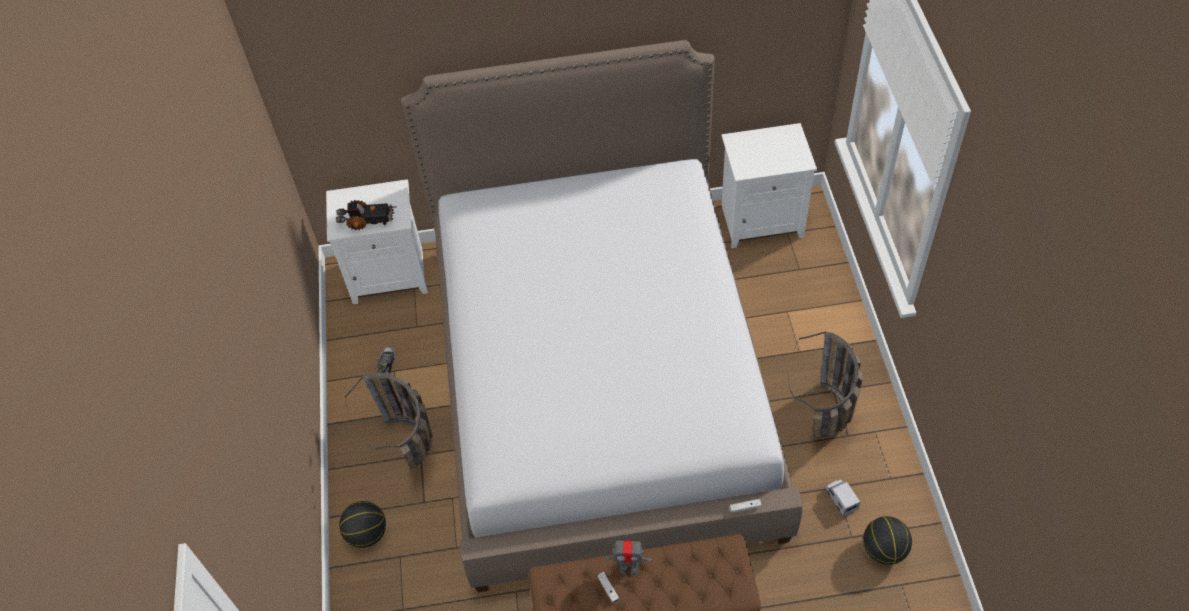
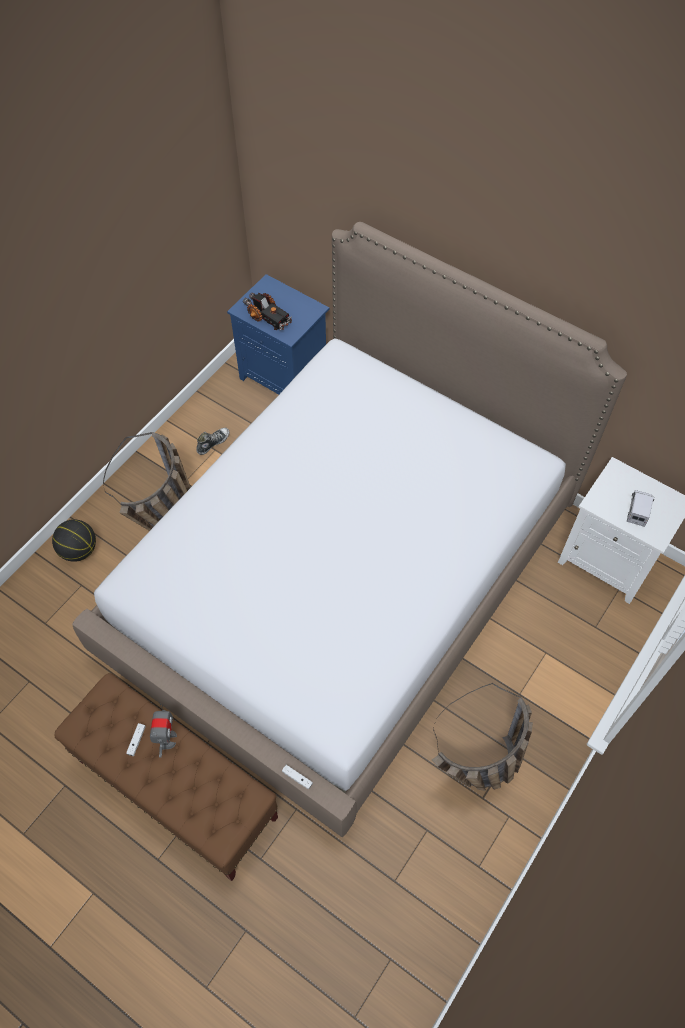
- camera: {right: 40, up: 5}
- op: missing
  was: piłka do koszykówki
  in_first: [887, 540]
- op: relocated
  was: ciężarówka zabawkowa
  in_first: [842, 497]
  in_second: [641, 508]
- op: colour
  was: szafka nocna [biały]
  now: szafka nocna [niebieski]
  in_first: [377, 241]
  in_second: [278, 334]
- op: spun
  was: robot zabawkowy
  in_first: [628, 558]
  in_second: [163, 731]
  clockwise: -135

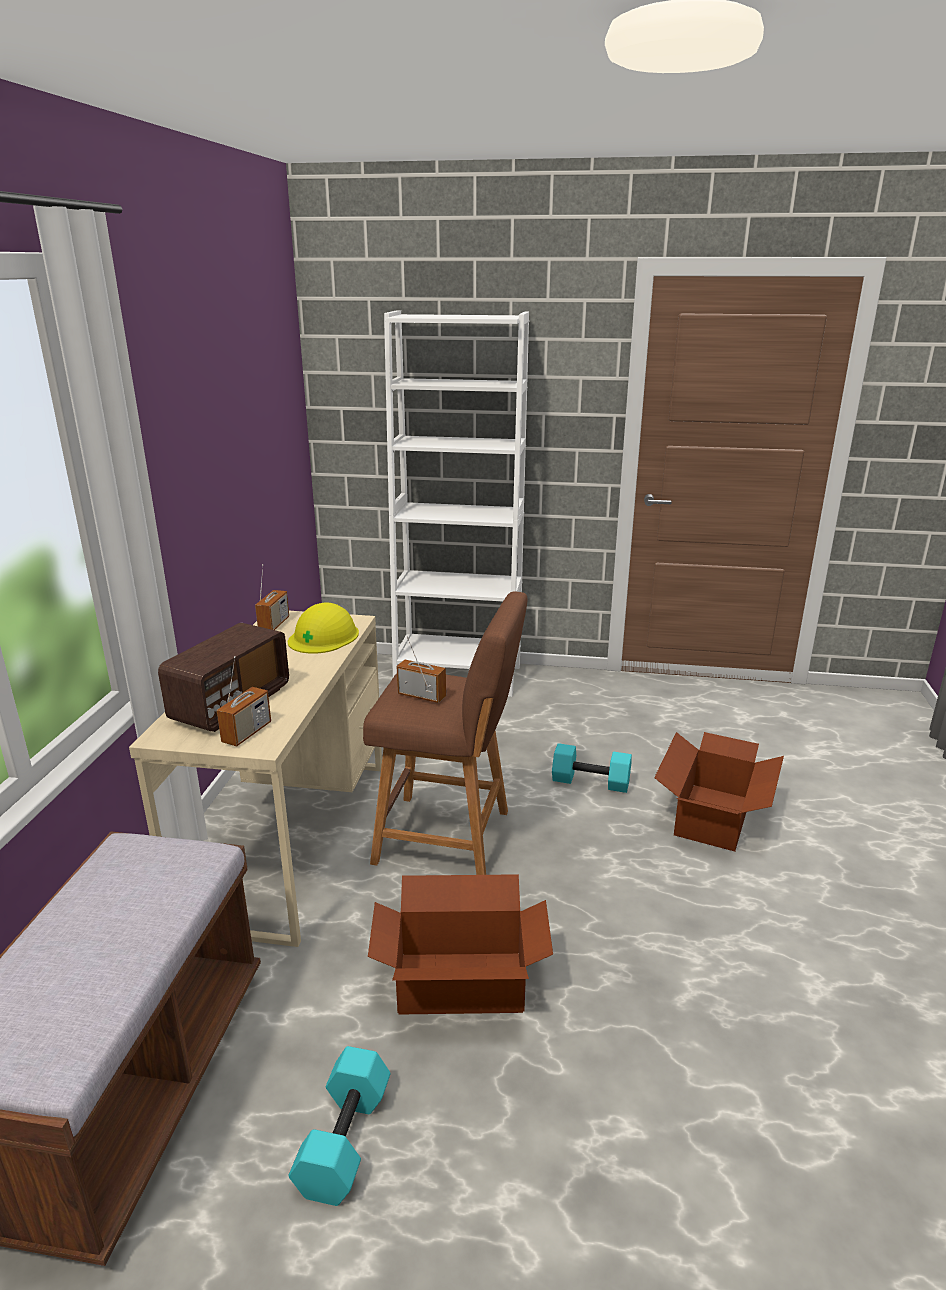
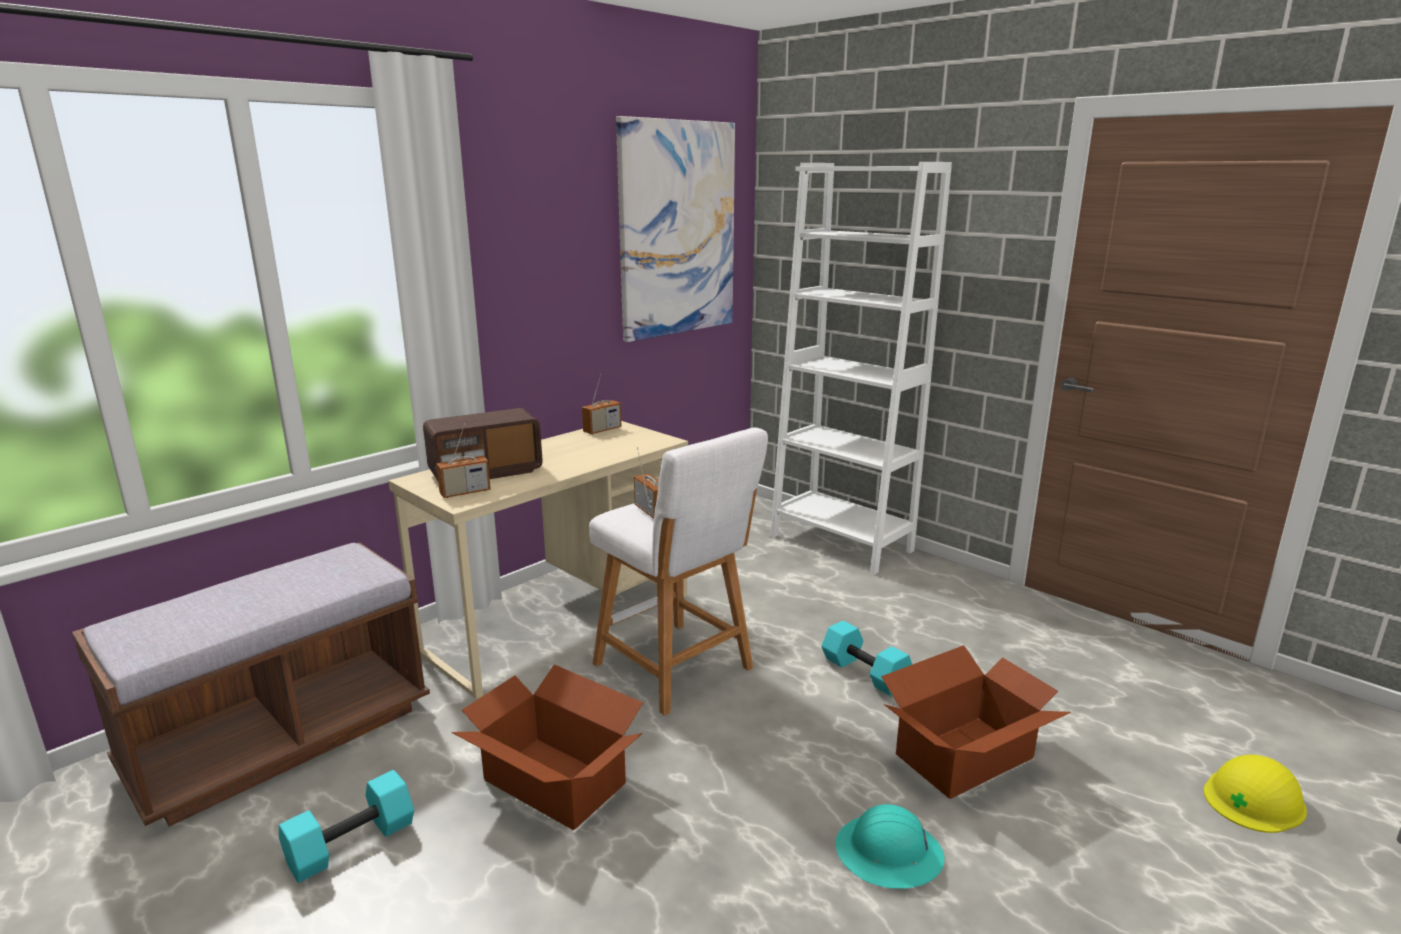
- camera: {right: 35, up: -5}
- op: appeared
  now: obraz
  in_second: [675, 229]
- op: appeared
  now: kask [turkusowy]
  in_second: [889, 846]
- op: relocated
  was: kask [żółty]
  in_first: [323, 628]
  in_second: [1255, 793]
- op: colour
  was: stołek [brązowy]
  now: stołek [biały]
  in_first: [445, 733]
  in_second: [678, 571]

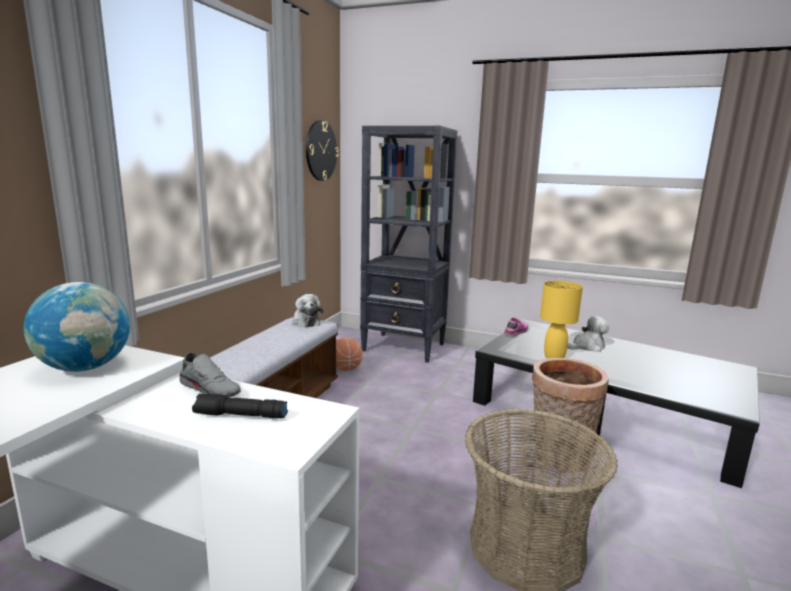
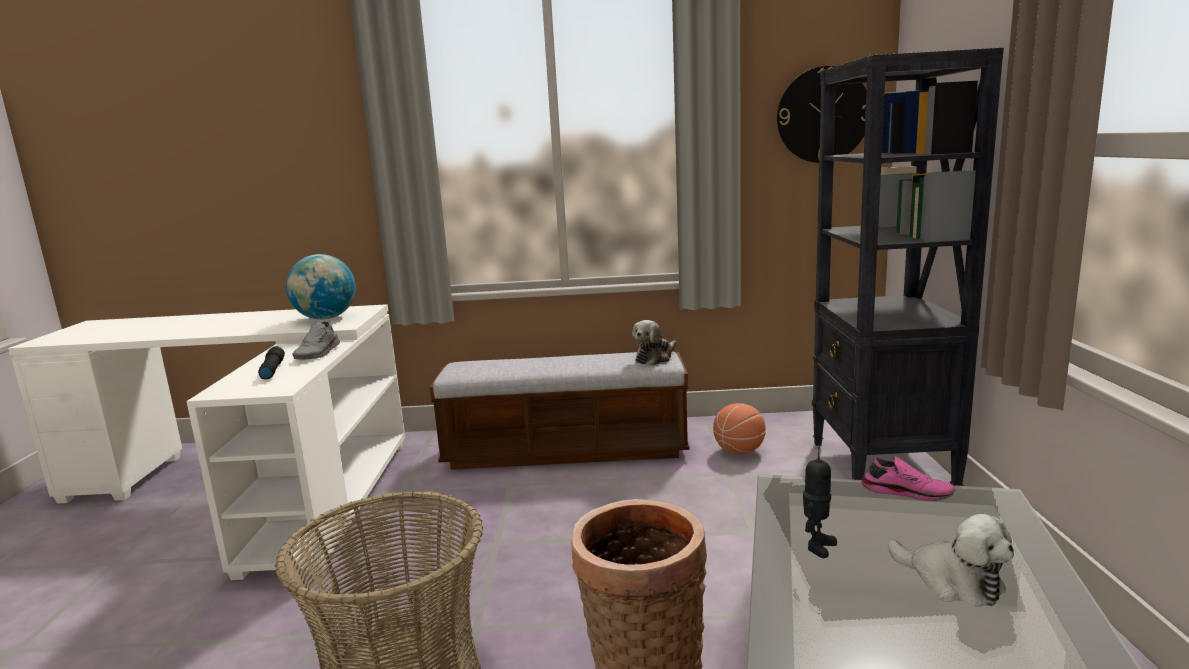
- camera: {right: 70, up: 0}
- op: exchanged
  was: lampa stołowa [żółty]
  now: robot zabawkowy
  in_first: [561, 319]
  in_second: [820, 502]

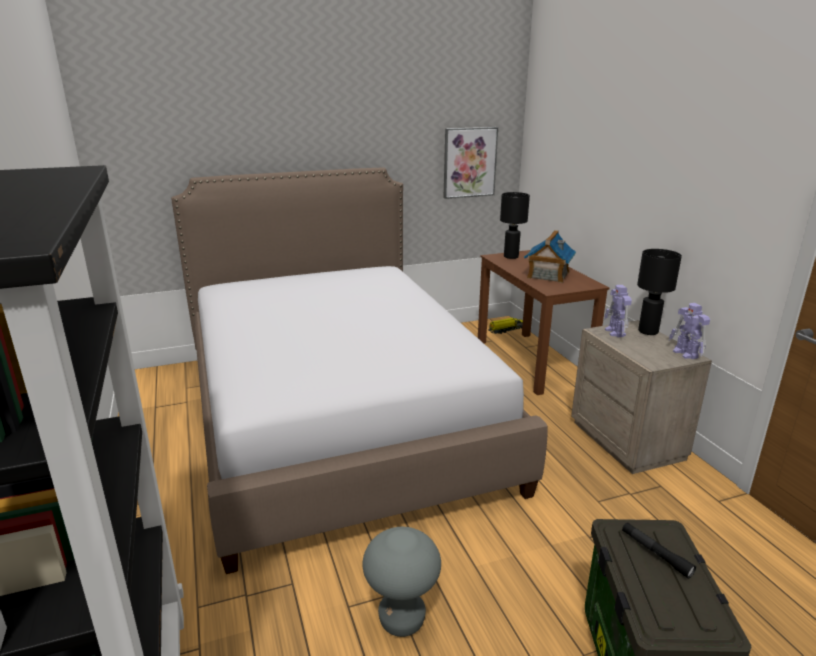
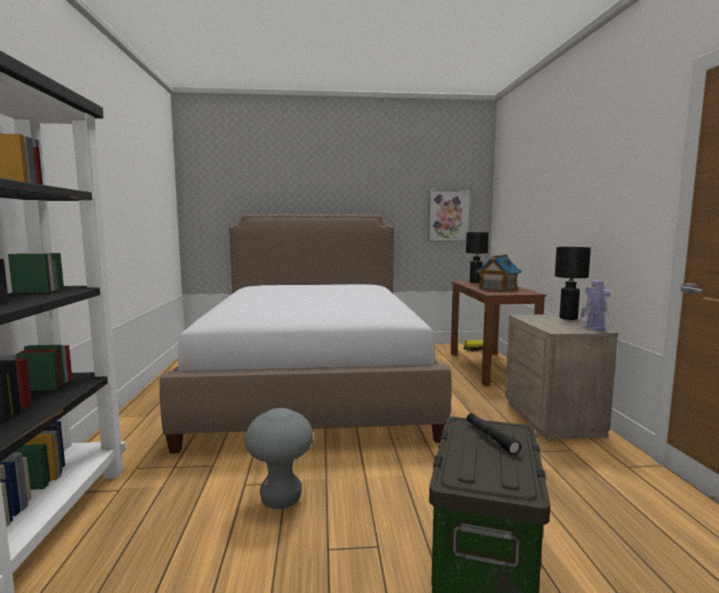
- camera: {right: 15, up: -15}
- op: missing
  was: robot zabawkowy
  in_first: [618, 311]

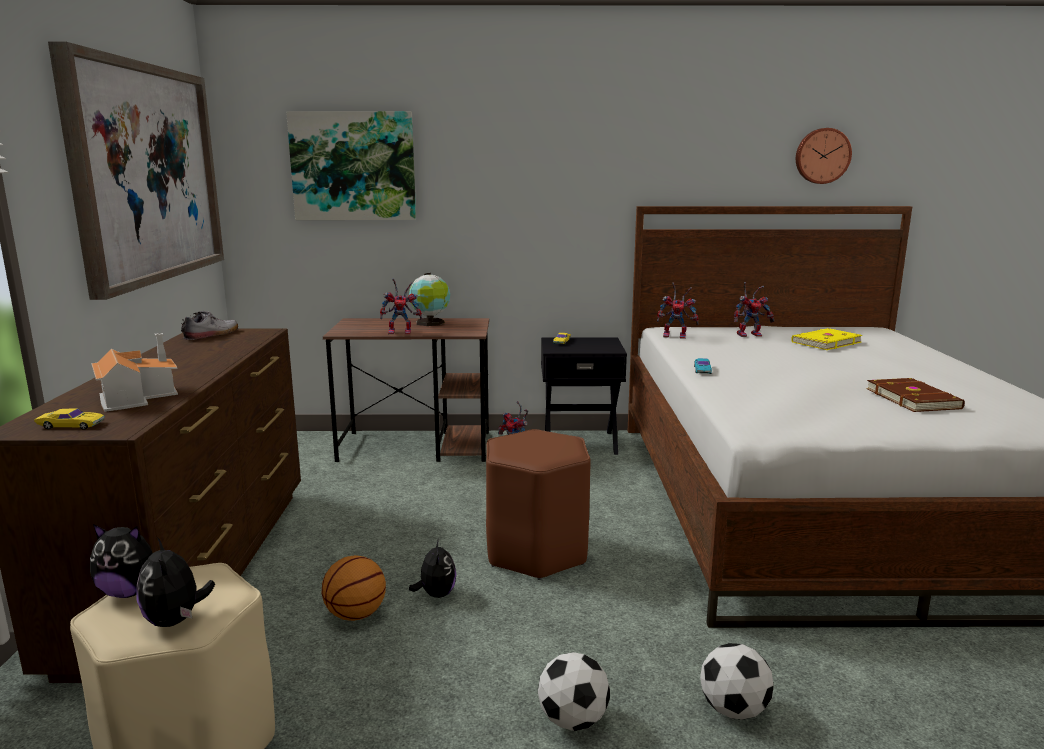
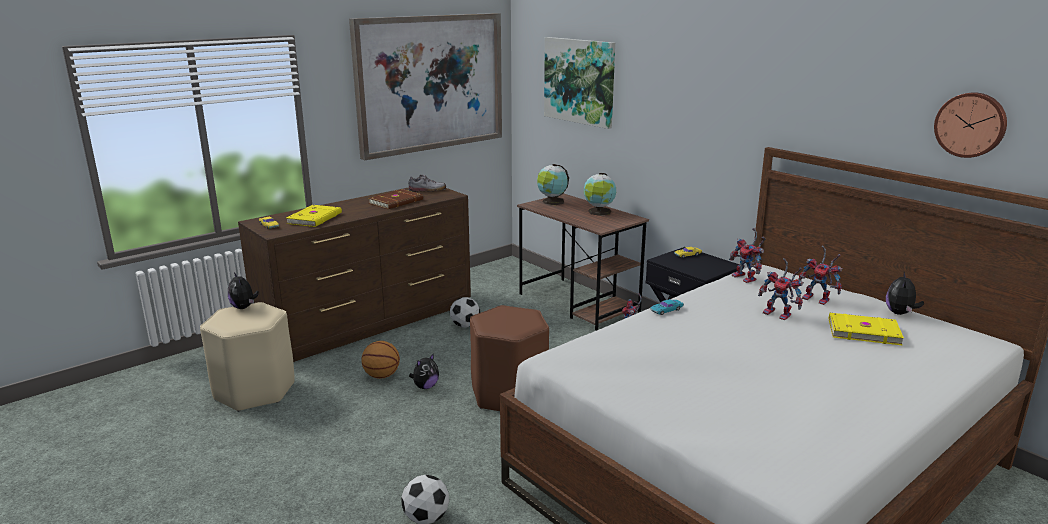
- camera: {right: 50, up: 5}
- op: appeared
  now: globus
  in_second: [553, 184]
- op: relocated
  was: pluszak
  in_first: [176, 582]
  in_second: [905, 293]
- op: relocated
  was: robot zabawkowy
  in_first: [401, 306]
  in_second: [781, 289]
- op: relocated
  was: piłka futbolowa
  in_first: [574, 691]
  in_second: [465, 312]
- op: relocated
  was: książka [brązowy]
  in_first: [915, 395]
  in_second: [395, 199]
- op: exchanged
  was: domek
  now: książka [żółty]
  in_first: [134, 372]
  in_second: [314, 216]

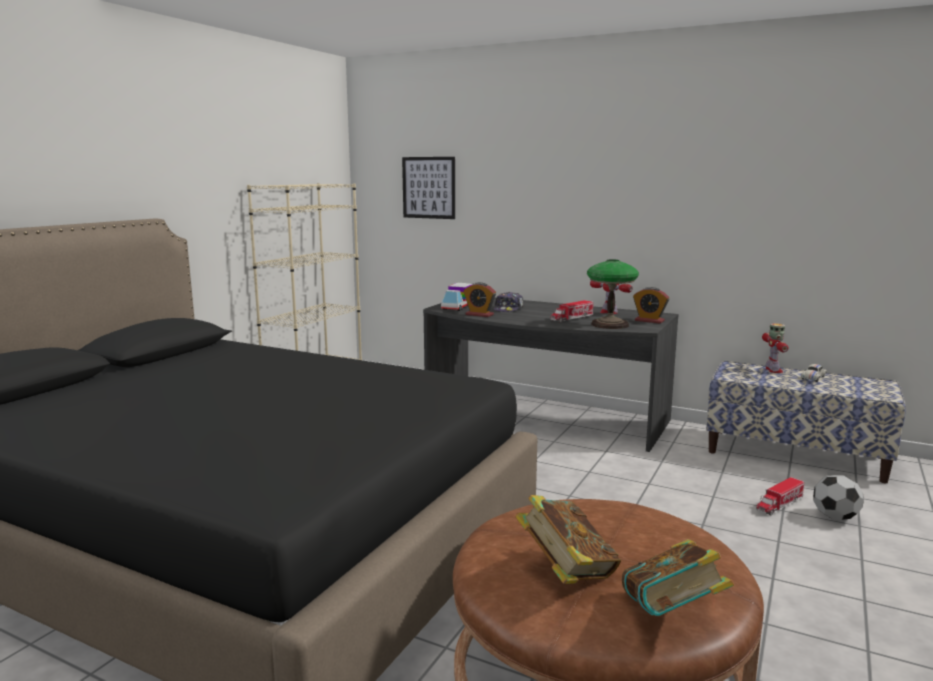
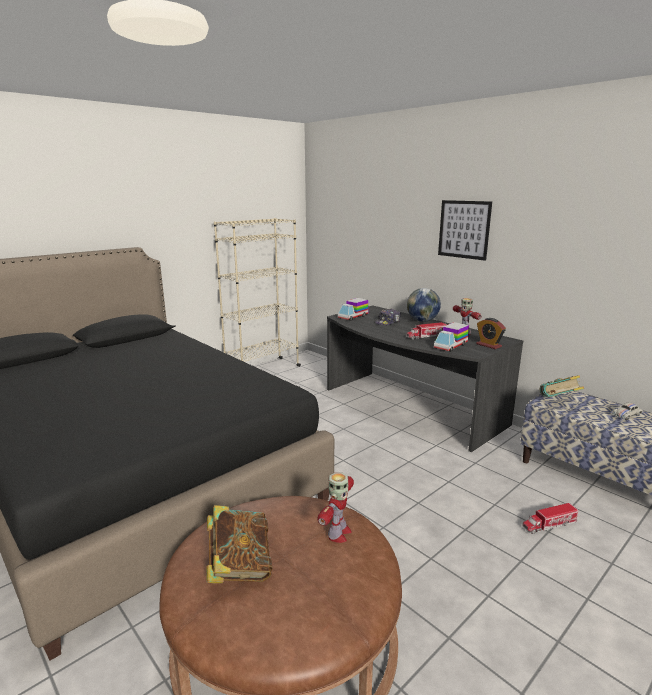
- camera: {right: 20, up: 5}
- op: missing
  was: budzik
  in_first: [480, 299]
- op: missing
  was: piłka futbolowa
  in_first: [838, 497]
- op: appeared
  now: globus
  in_second: [424, 305]
- op: relocated
  was: obraz
  in_first: [428, 188]
  in_second: [465, 230]
- op: relocated
  was: książka
  in_first: [678, 577]
  in_second: [562, 386]
- op: relocated
  was: robot zabawkowy
  in_first: [775, 348]
  in_second: [335, 508]
- op: exchanged
  was: lampa stołowa
  now: ciężarówka zabawkowa
  in_first: [613, 294]
  in_second: [451, 337]

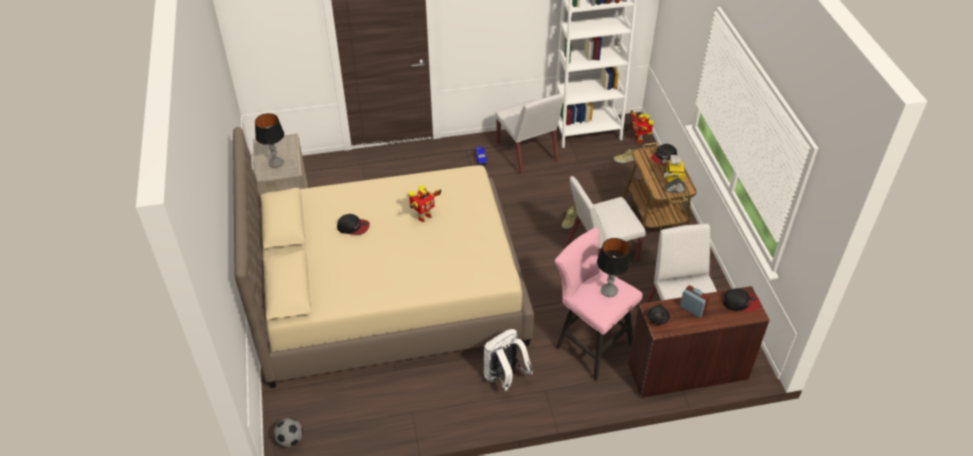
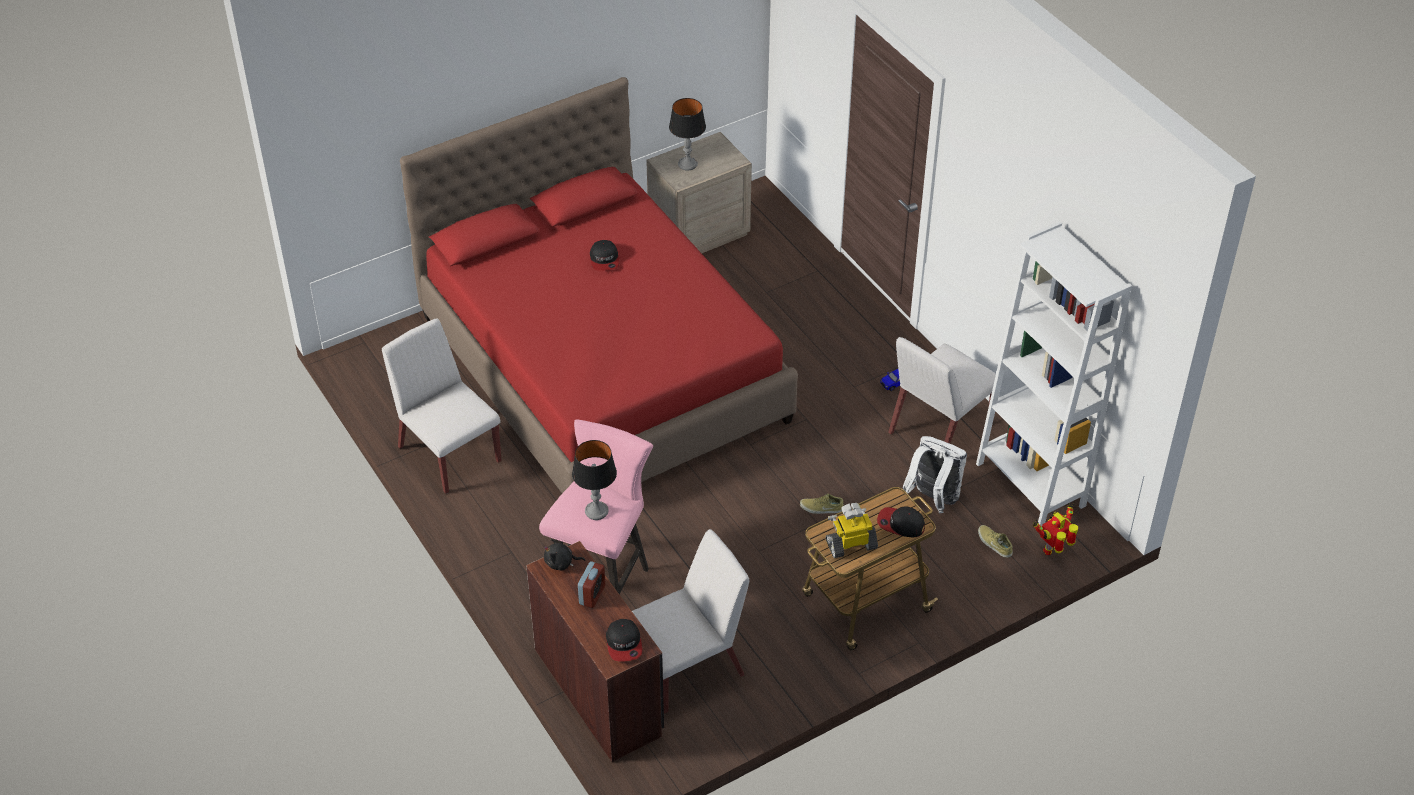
- camera: {right: 70, up: 0}
- op: missing
  was: piłka futbolowa
  in_first: [288, 432]
- op: missing
  was: robot zabawkowy
  in_first: [425, 203]
- op: relocated
  was: plecak [biały]
  in_first: [508, 360]
  in_second: [935, 474]
- op: relocated
  was: krzesło [biały]
  in_first: [606, 219]
  in_second: [442, 406]
- op: colour
  was: łóżko [beżowy]
  now: łóżko [czerwony]
  in_first: [383, 257]
  in_second: [599, 285]

